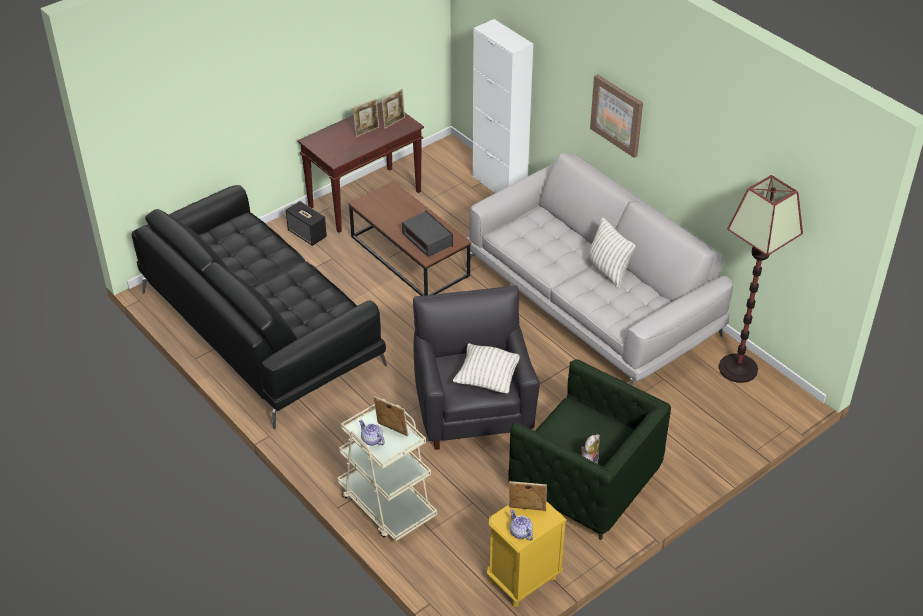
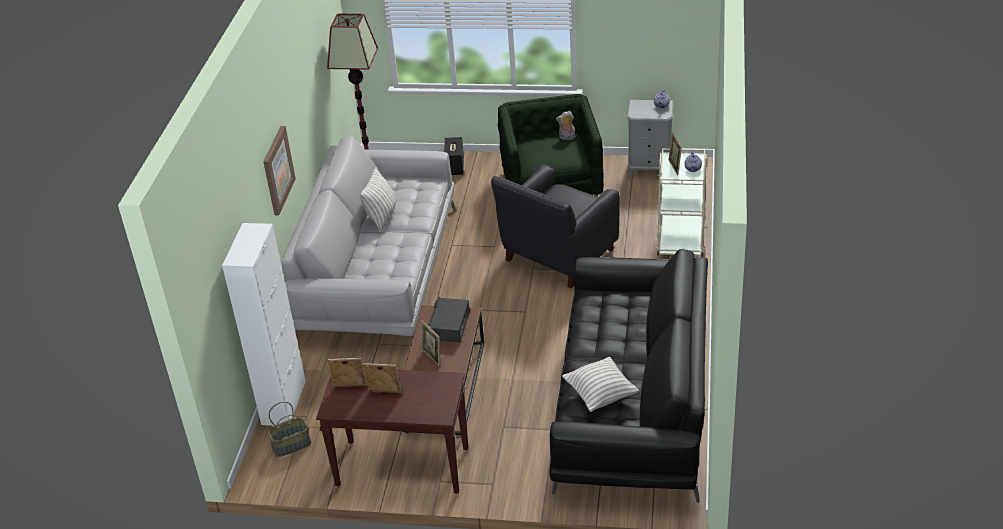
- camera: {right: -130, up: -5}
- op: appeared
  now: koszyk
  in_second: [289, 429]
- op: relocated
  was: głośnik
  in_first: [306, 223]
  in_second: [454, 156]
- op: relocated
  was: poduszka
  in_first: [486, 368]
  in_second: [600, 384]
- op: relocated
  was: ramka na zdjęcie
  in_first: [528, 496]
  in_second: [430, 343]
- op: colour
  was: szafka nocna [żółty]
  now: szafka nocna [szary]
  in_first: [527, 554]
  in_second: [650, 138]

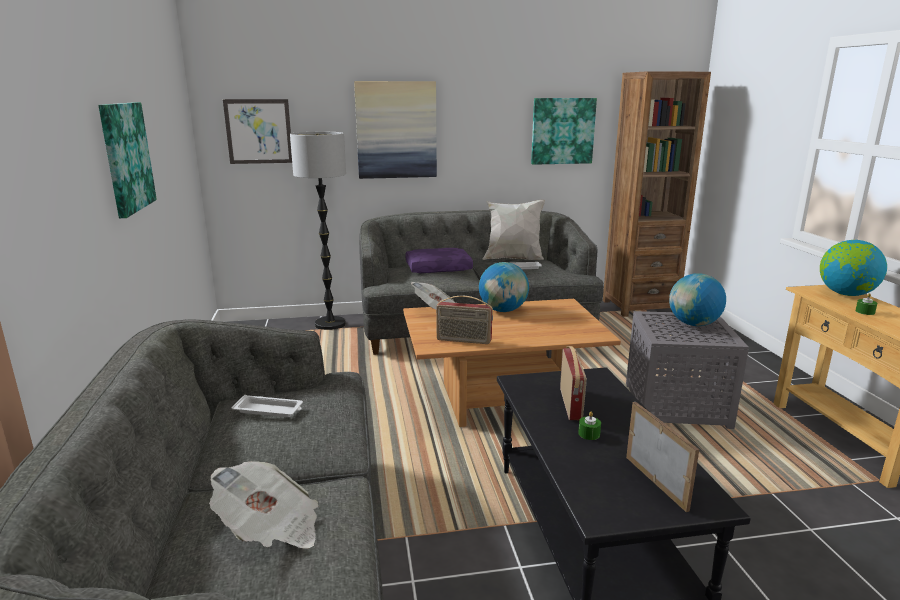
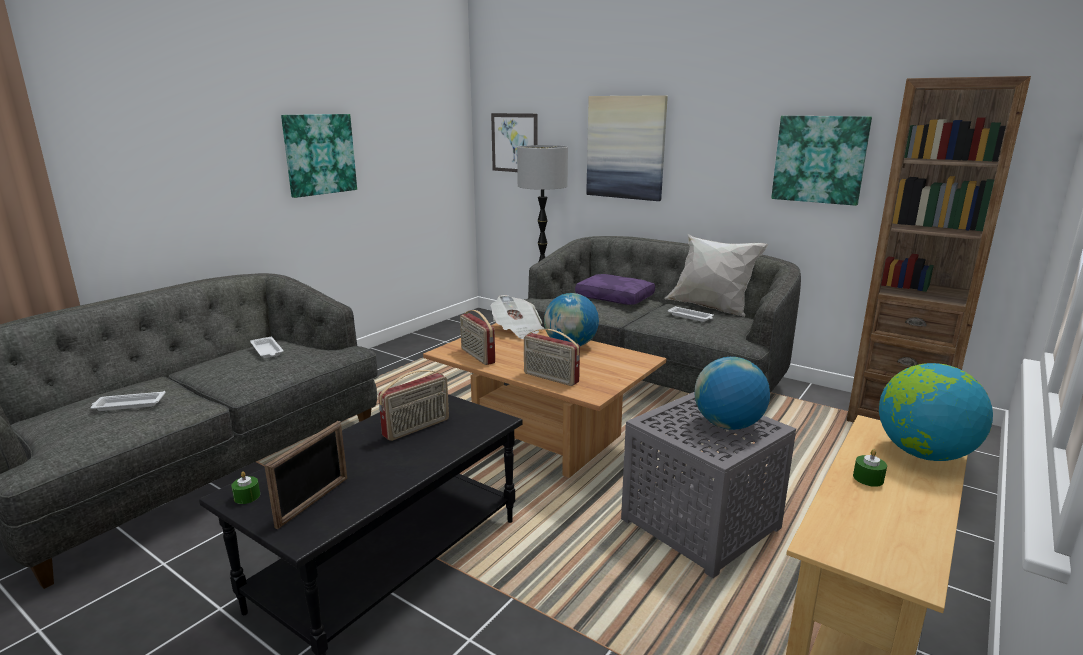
- camera: {right: 45, up: 0}
- op: appeared
  now: radio
  in_second: [552, 357]
- op: relocated
  was: świeca [zielony]
  in_first: [589, 426]
  in_second: [245, 487]
- op: exchanged
  was: gazeta
  now: taca [biały]
  in_first: [263, 505]
  in_second: [128, 401]

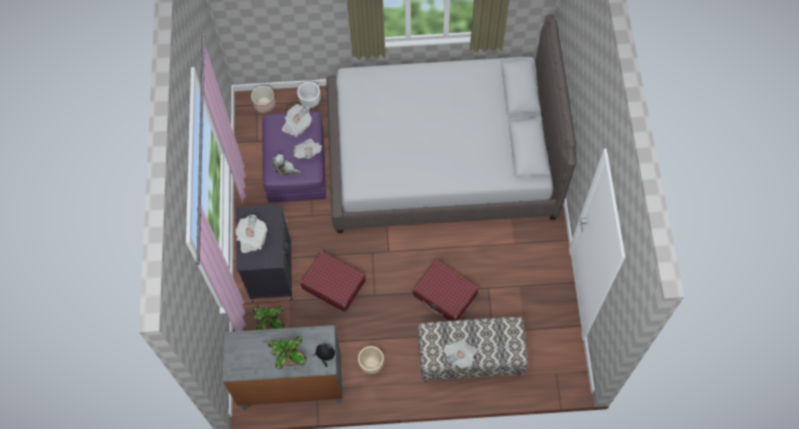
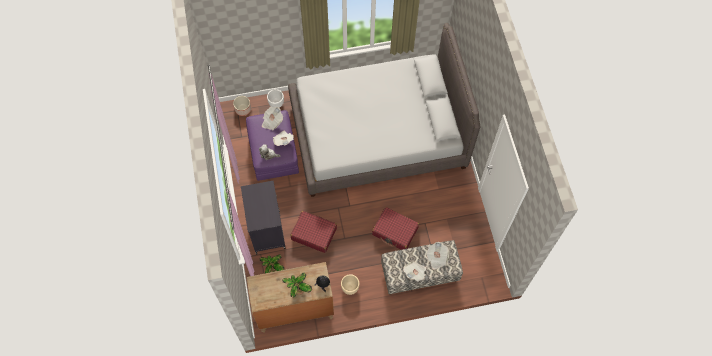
- camera: {right: -10, up: 0}
- op: relocated
  was: gazeta
  in_first: [251, 234]
  in_second: [437, 255]
- op: colour
  was: komoda [szary]
  now: komoda [brązowy]
  in_first: [283, 368]
  in_second: [290, 297]

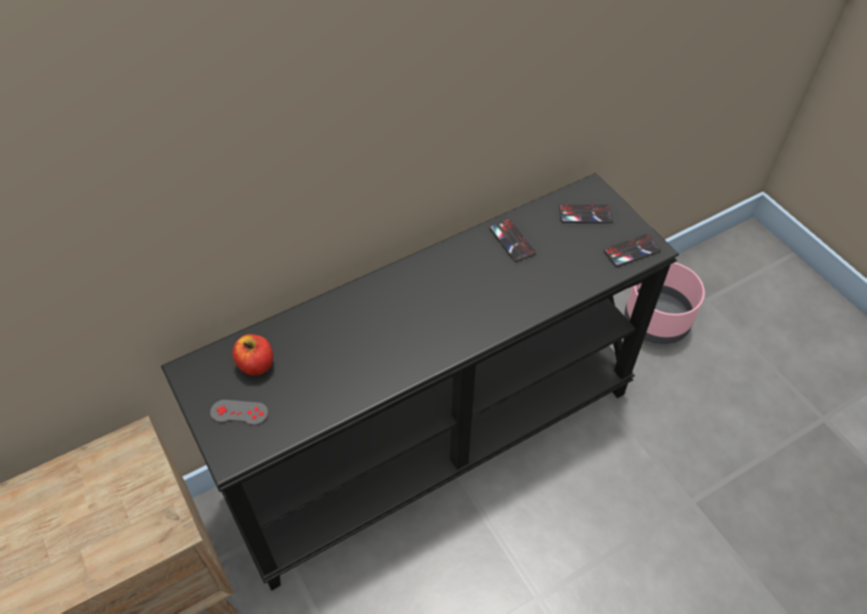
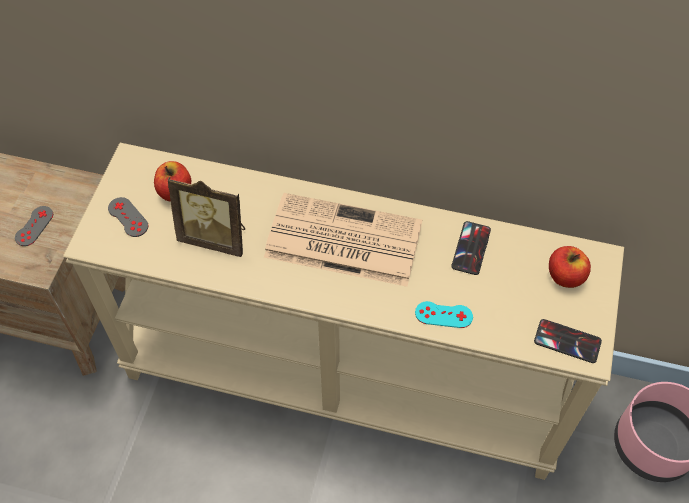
- camera: {right: 45, up: 5}
- op: appeared
  now: pad do gier [szary]
  in_second: [34, 226]
- op: appeared
  now: ramka na zdjęcie
  in_second: [206, 217]
- op: appeared
  now: gazeta
  in_second: [343, 240]
- op: appeared
  now: pad do gier [turkusowy]
  in_second: [444, 314]
- op: exchanged
  was: telefon
  now: jabłko
  in_first: [586, 213]
  in_second: [570, 267]
- op: colour
  was: stolik konsolowy [czarny]
  now: stolik konsolowy [beżowy]
  in_first: [420, 382]
  in_second: [343, 311]

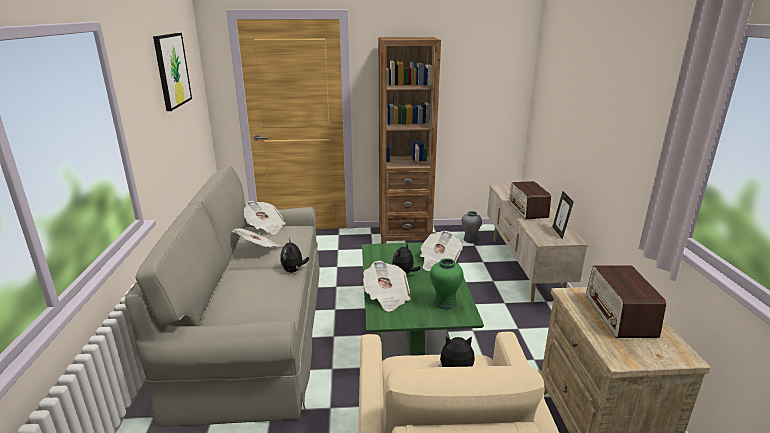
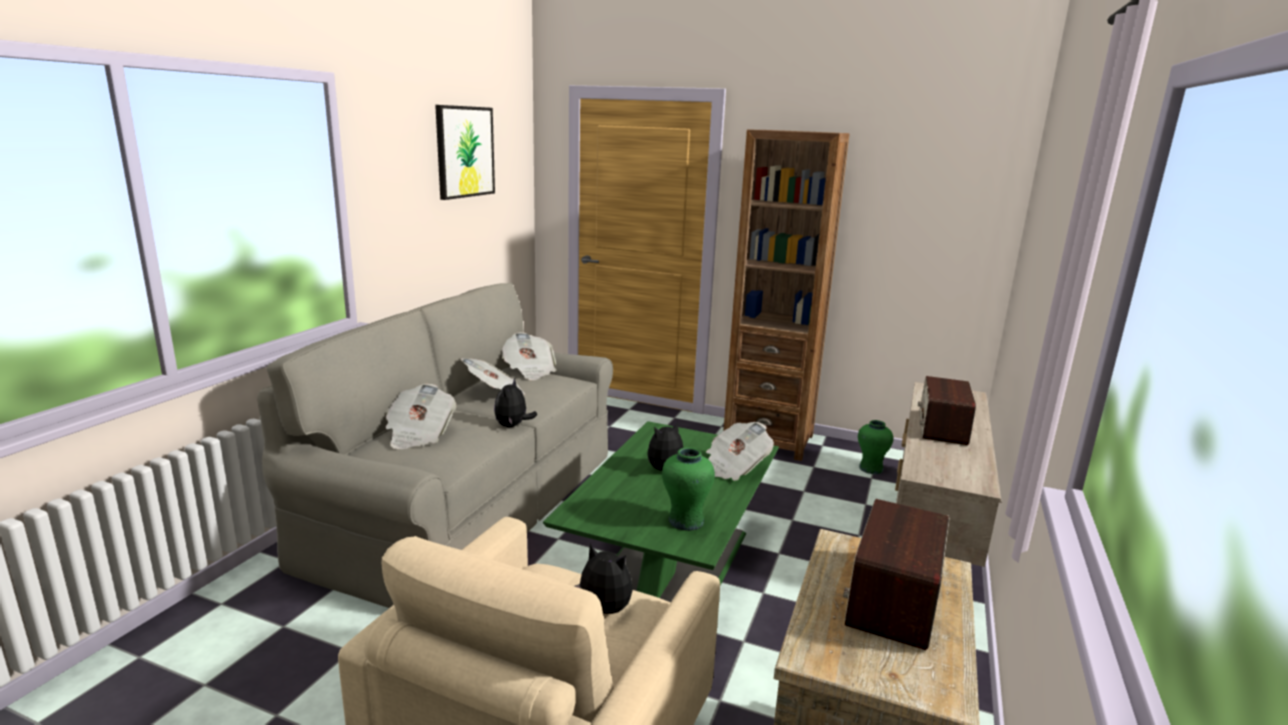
- camera: {right: 25, up: -5}
- op: missing
  was: ramka na zdjęcie
  in_first: [563, 215]
- op: relocated
  was: gazeta
  in_first: [386, 286]
  in_second: [420, 416]
- op: colour
  was: wazon [szary]
  now: wazon [zielony]
  in_first: [471, 227]
  in_second: [875, 447]

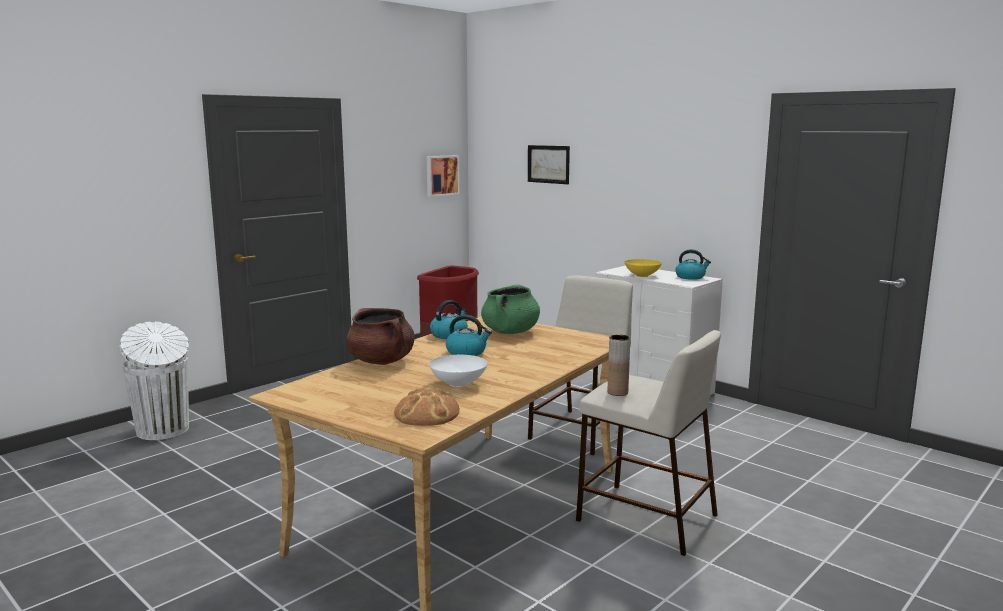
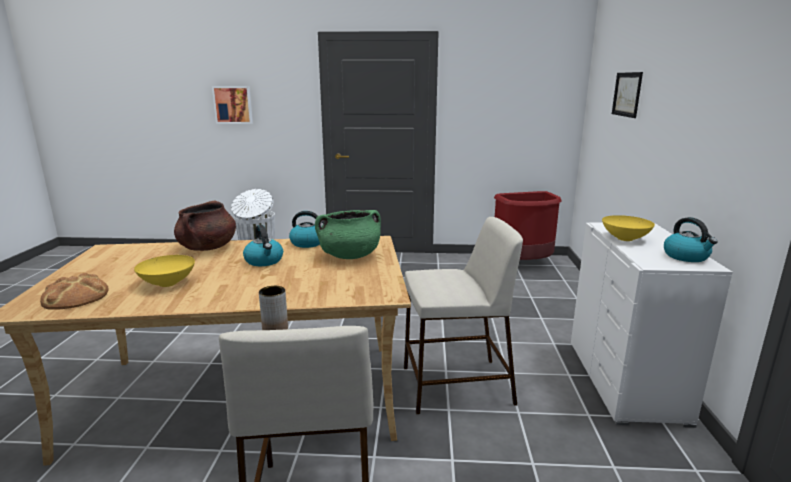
- camera: {right: 50, up: 5}
- op: relocated
  was: obraz
  in_first: [443, 176]
  in_second: [232, 105]
- op: colour
  was: miska [biały]
  now: miska [żółty]
  in_first: [458, 371]
  in_second: [164, 271]

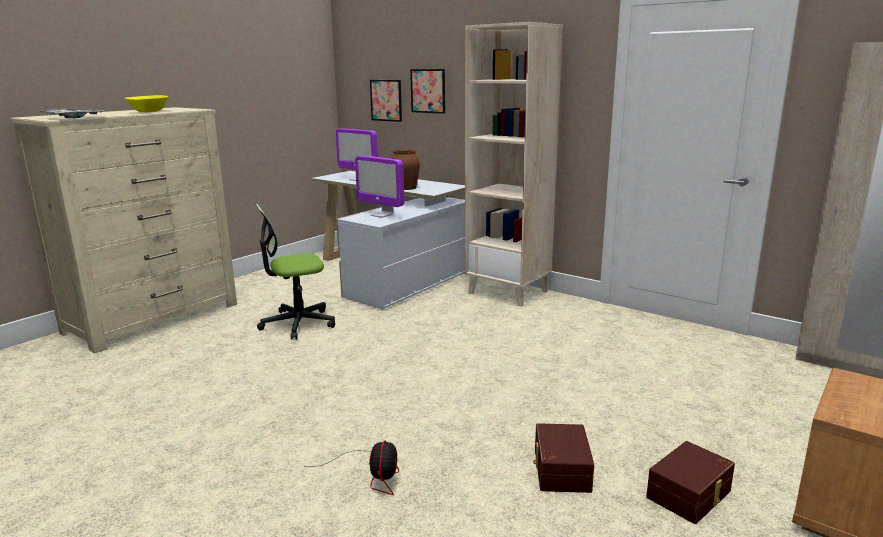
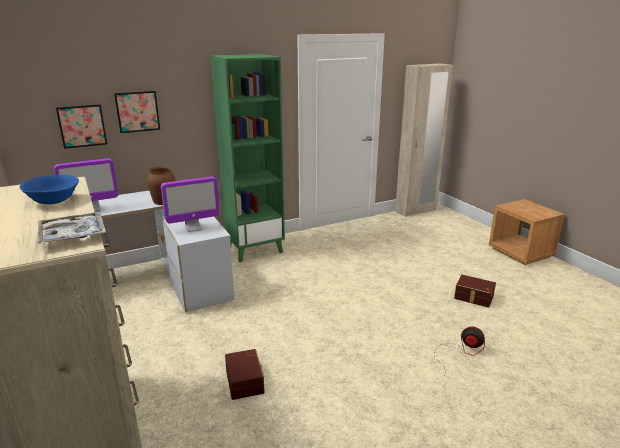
- camera: {right: -65, up: 5}
- op: missing
  was: krzesło biurowe
  in_first: [295, 272]
- op: relocated
  was: pojemnik do przechowywania [brązowy]
  in_first: [690, 482]
  in_second: [245, 374]
- op: colour
  was: miska [żółty]
  now: miska [niebieski]
  in_first: [147, 103]
  in_second: [49, 189]
- op: colour
  was: regał [beżowy]
  now: regał [zielony]
  in_first: [514, 164]
  in_second: [248, 158]

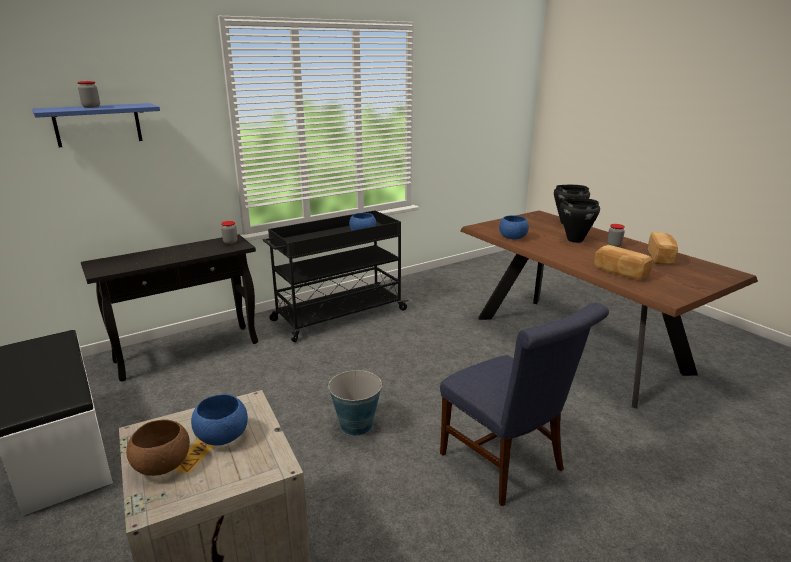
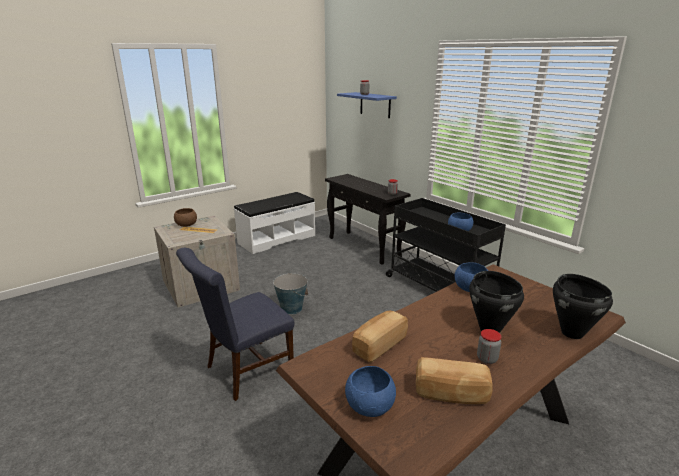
- camera: {right: 85, up: 0}
- op: relocated
  was: miska [niebieski]
  in_first: [219, 420]
  in_second: [370, 391]

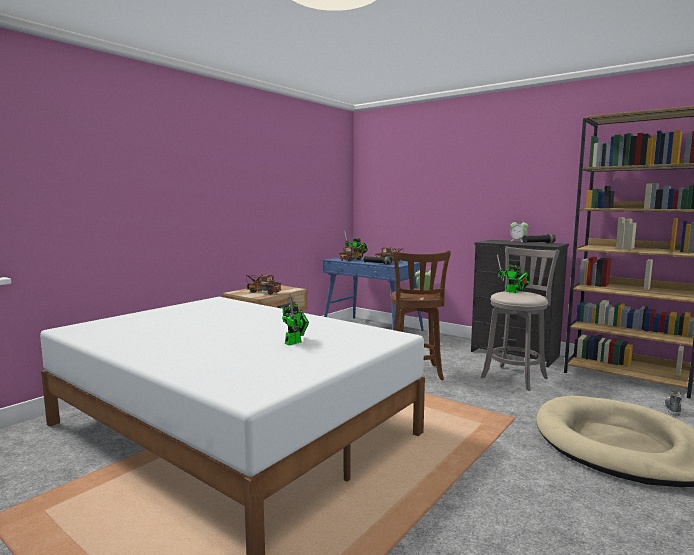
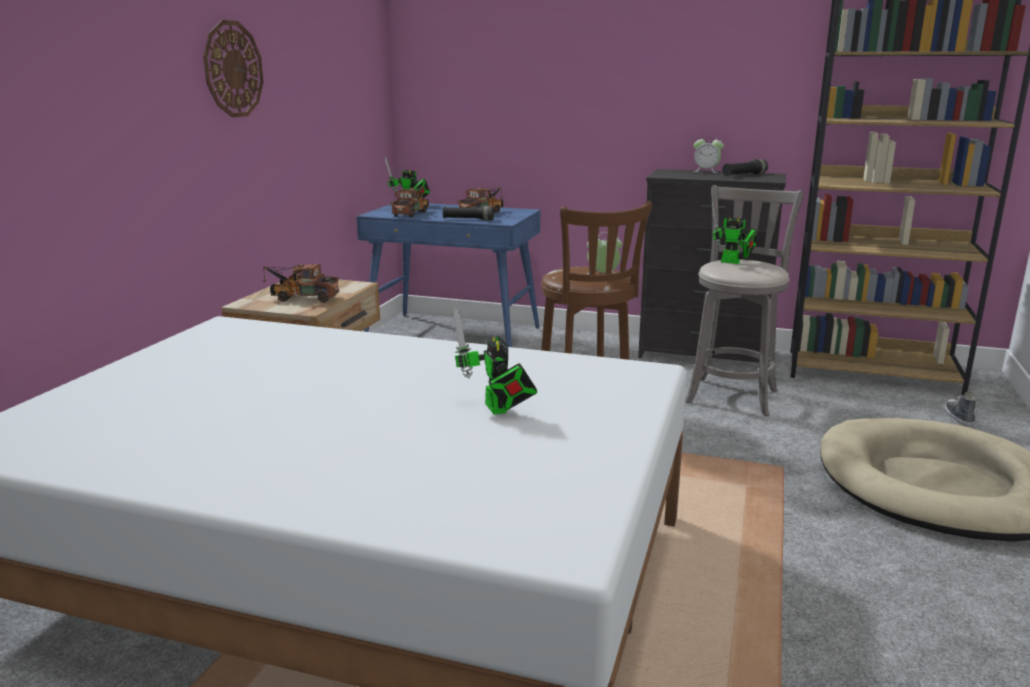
- camera: {right: -20, up: 10}
- op: appeared
  now: zegar ścienny
  in_second: [233, 69]
- op: spun
  was: robot zabawkowy
  in_first: [295, 320]
  in_second: [494, 361]
  clockwise: 135

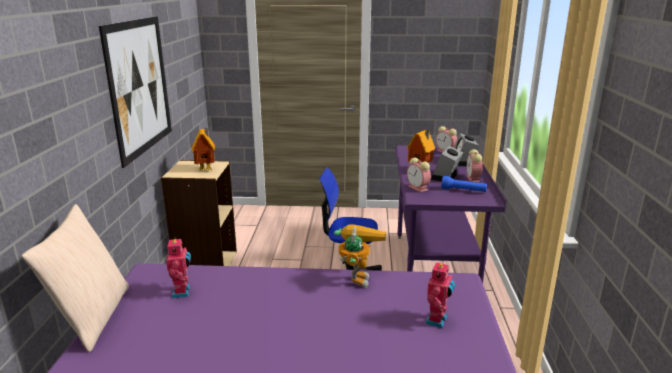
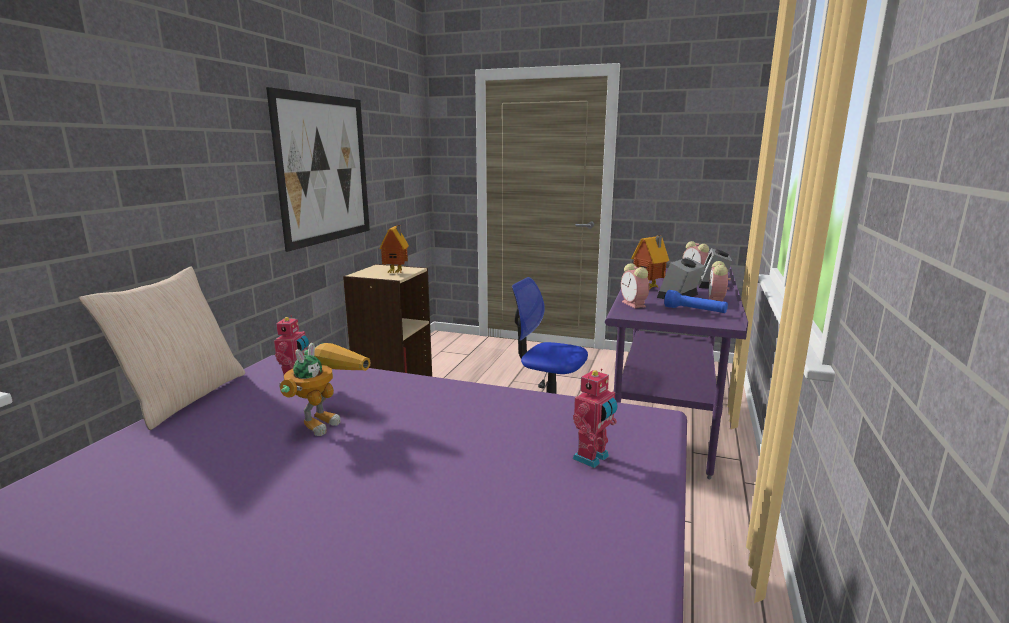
- camera: {right: 15, up: -5}
- op: relocated
  was: robot zabawkowy
  in_first: [360, 256]
  in_second: [325, 389]

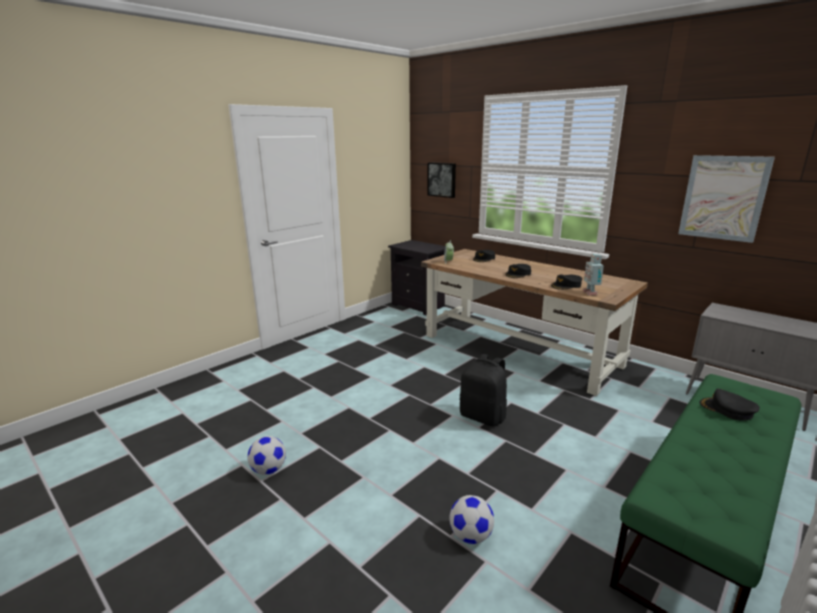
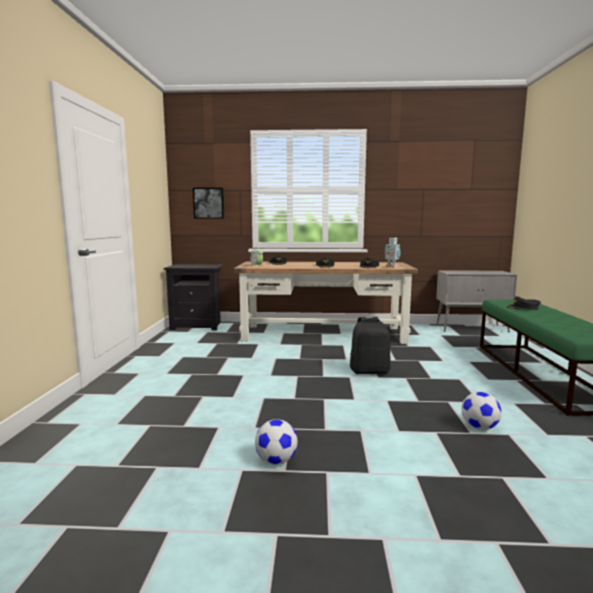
- camera: {right: -40, up: -10}
- op: missing
  was: obraz
  in_first: [726, 199]

